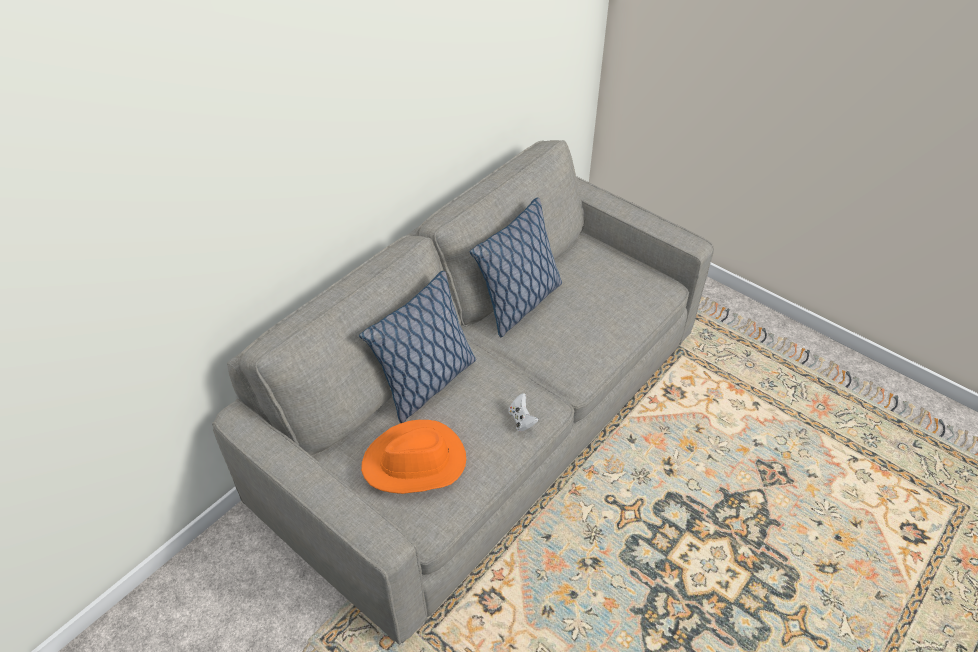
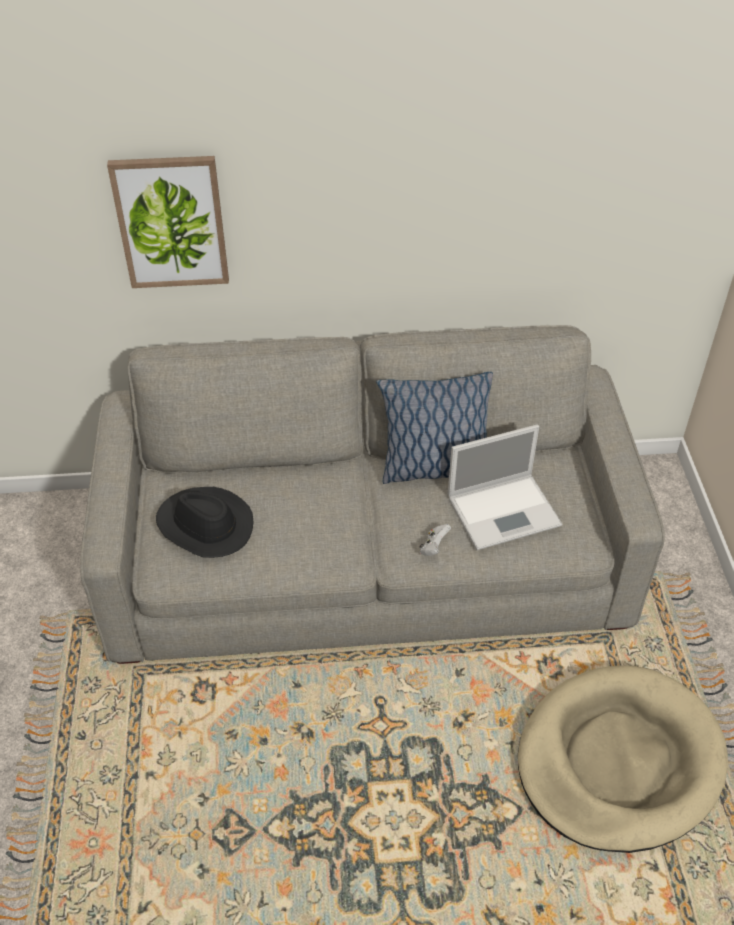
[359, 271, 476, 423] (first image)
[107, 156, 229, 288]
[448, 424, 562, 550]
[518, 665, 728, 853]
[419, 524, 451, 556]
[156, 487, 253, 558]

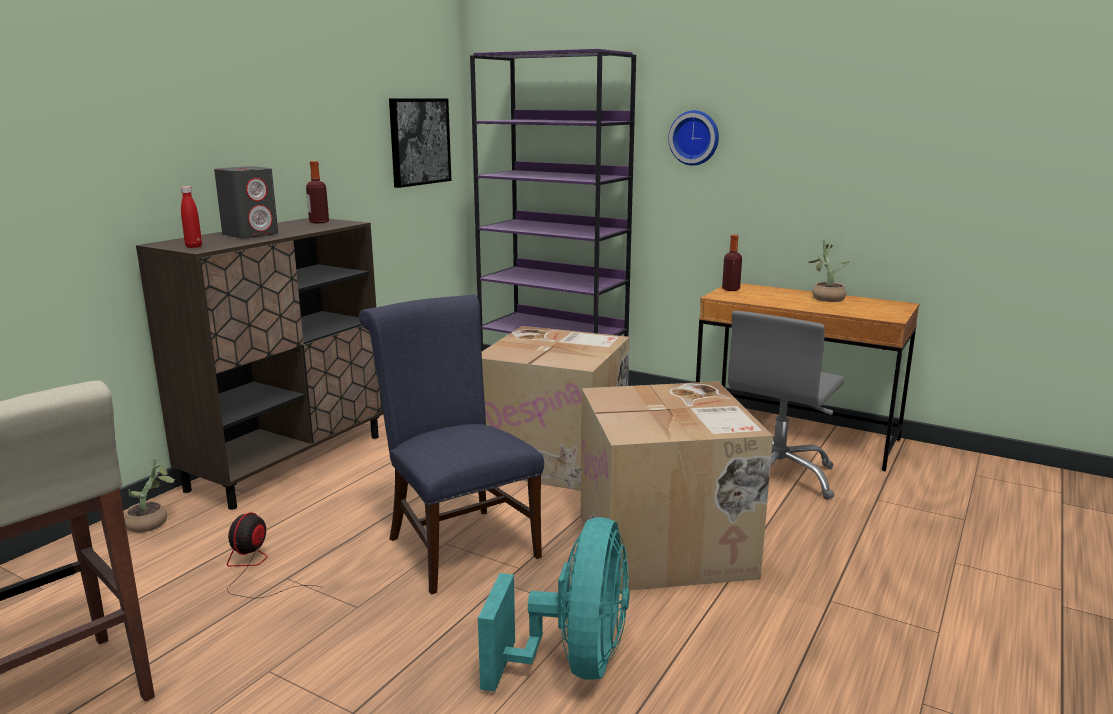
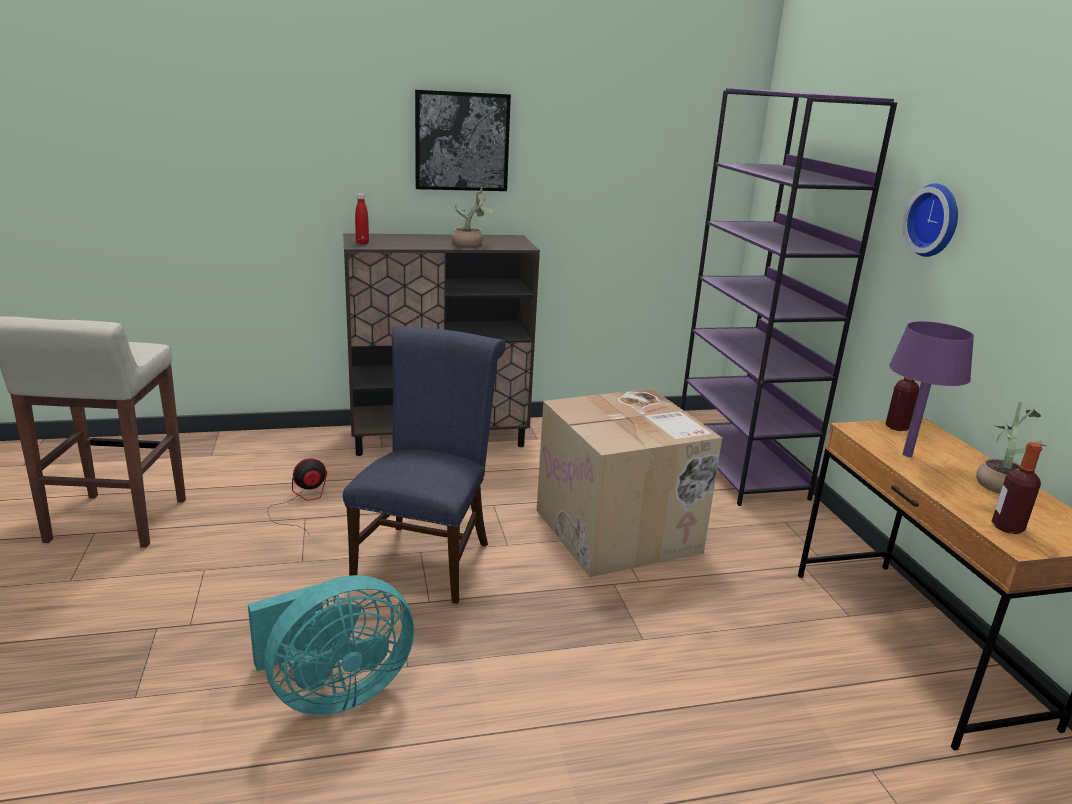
[214, 166, 278, 239] (first image)
[581, 382, 773, 591] (first image)
[728, 311, 844, 500] (first image)
[889, 321, 974, 457]
[452, 187, 495, 246]
[992, 442, 1042, 534]
[415, 90, 511, 191]

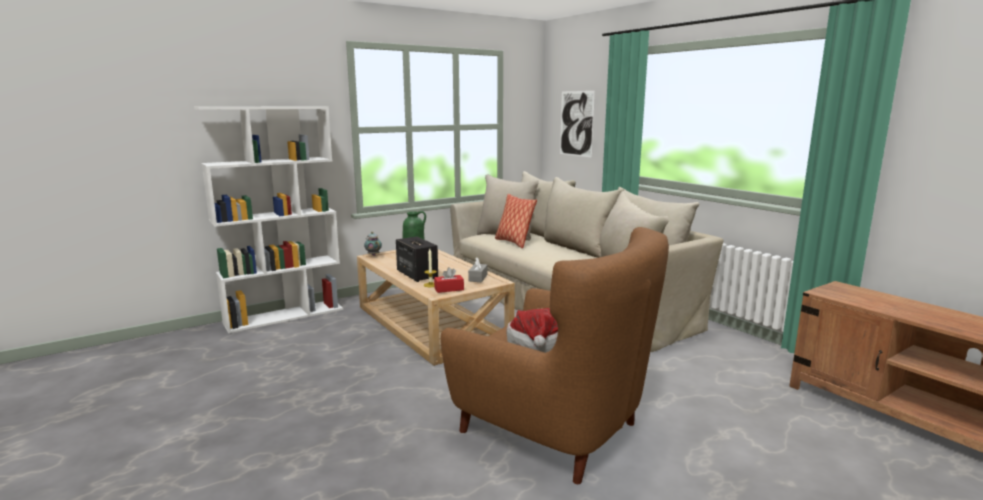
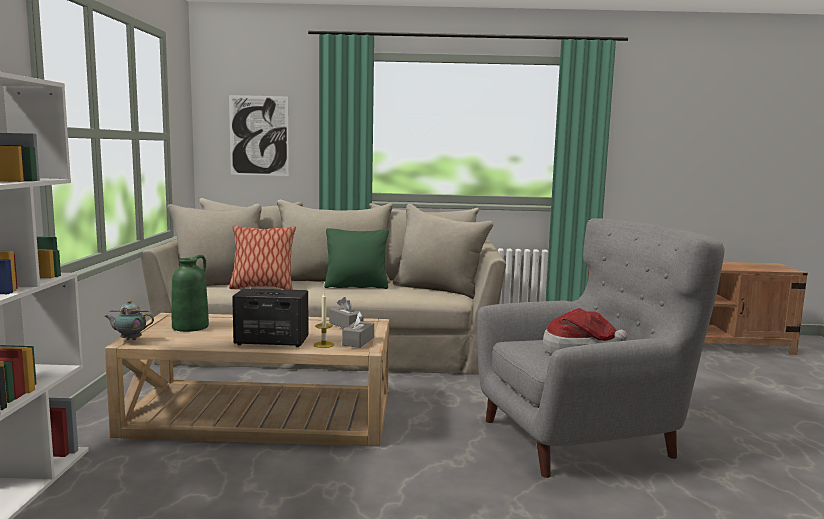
[324, 228, 389, 289]
[342, 311, 374, 348]
[477, 218, 725, 478]

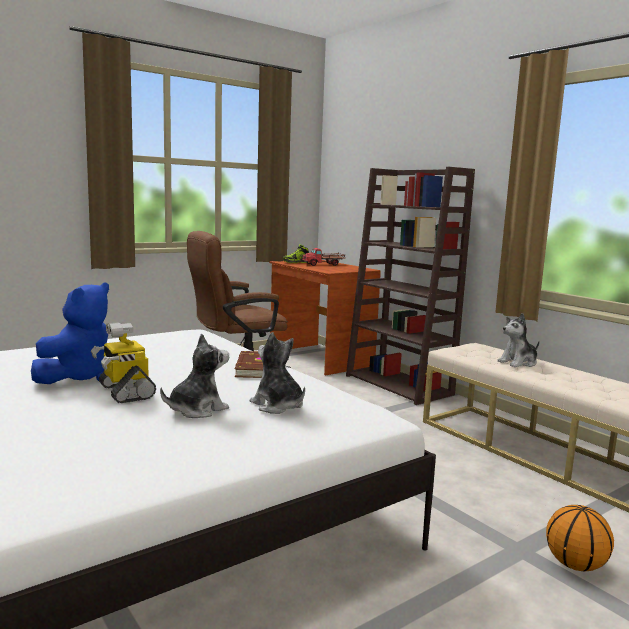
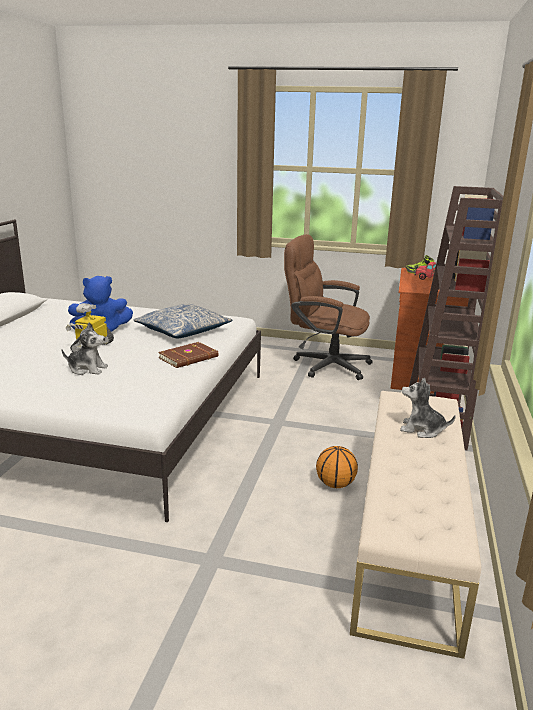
[250, 332, 305, 414] (first image)
[133, 304, 233, 338]
[316, 446, 358, 488]

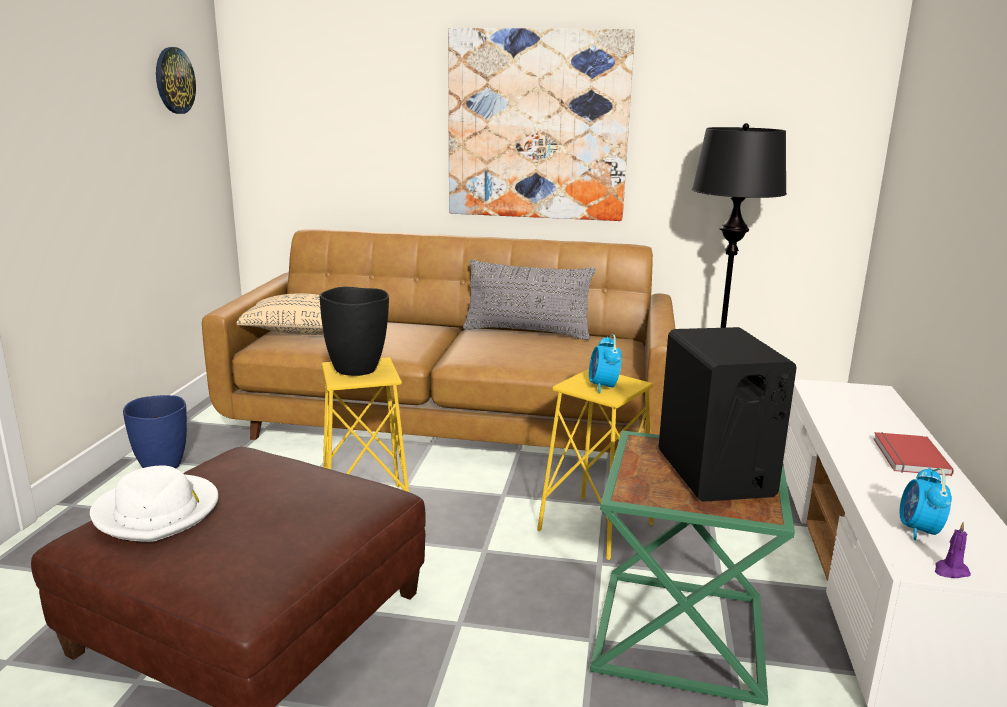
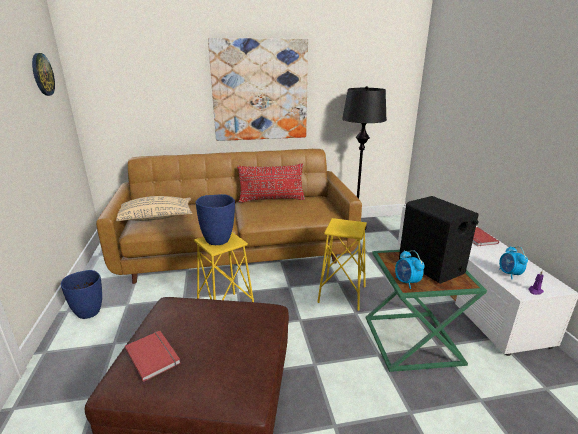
[395, 250, 425, 289]
[125, 331, 180, 382]
[196, 194, 235, 245]
[237, 163, 305, 203]

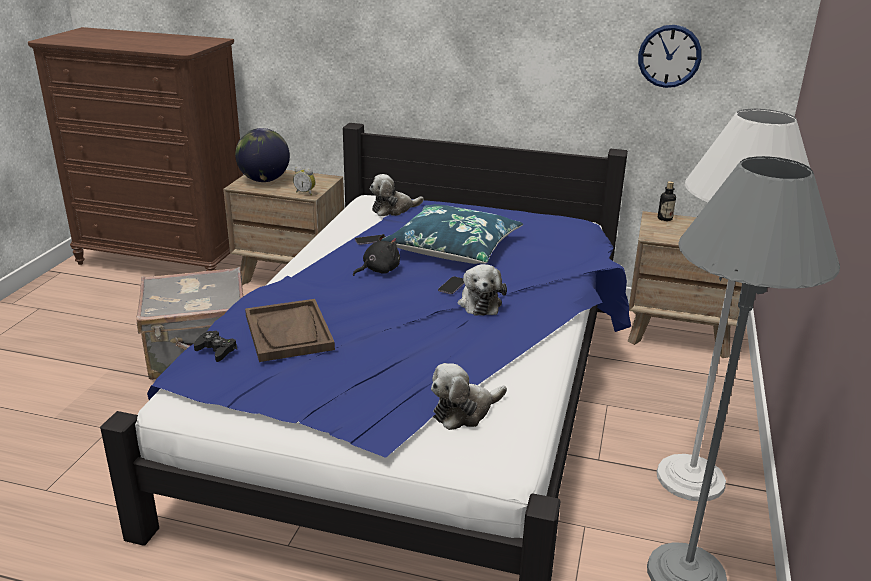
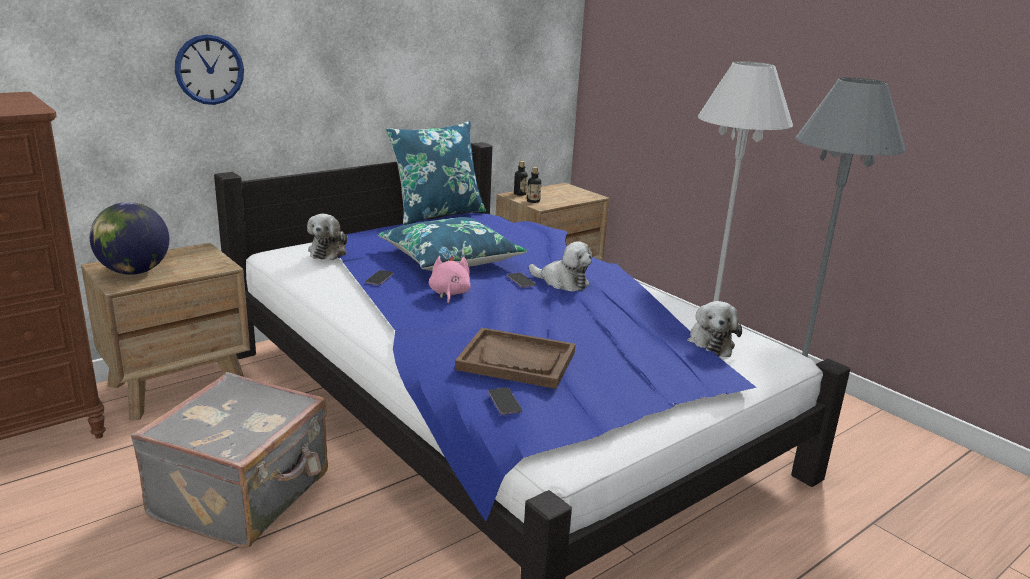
[293, 166, 316, 195] (first image)
[386, 121, 486, 225]
[527, 167, 541, 203]
[175, 34, 244, 105]
[488, 388, 522, 415]
[429, 255, 470, 304]

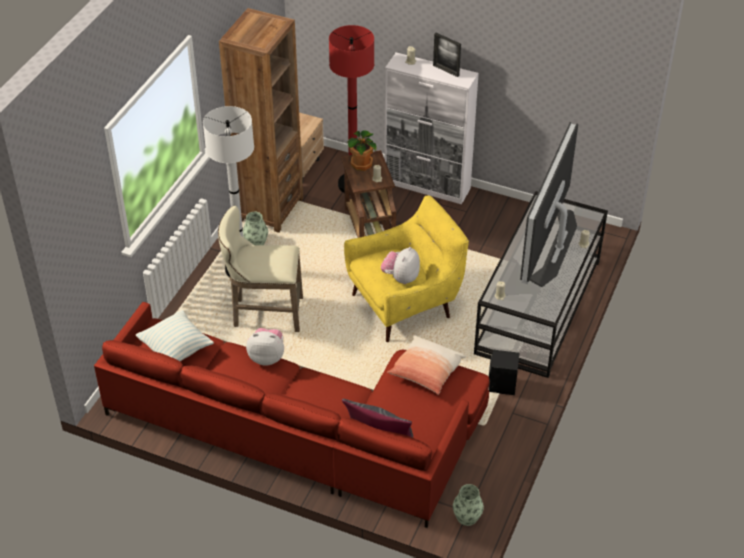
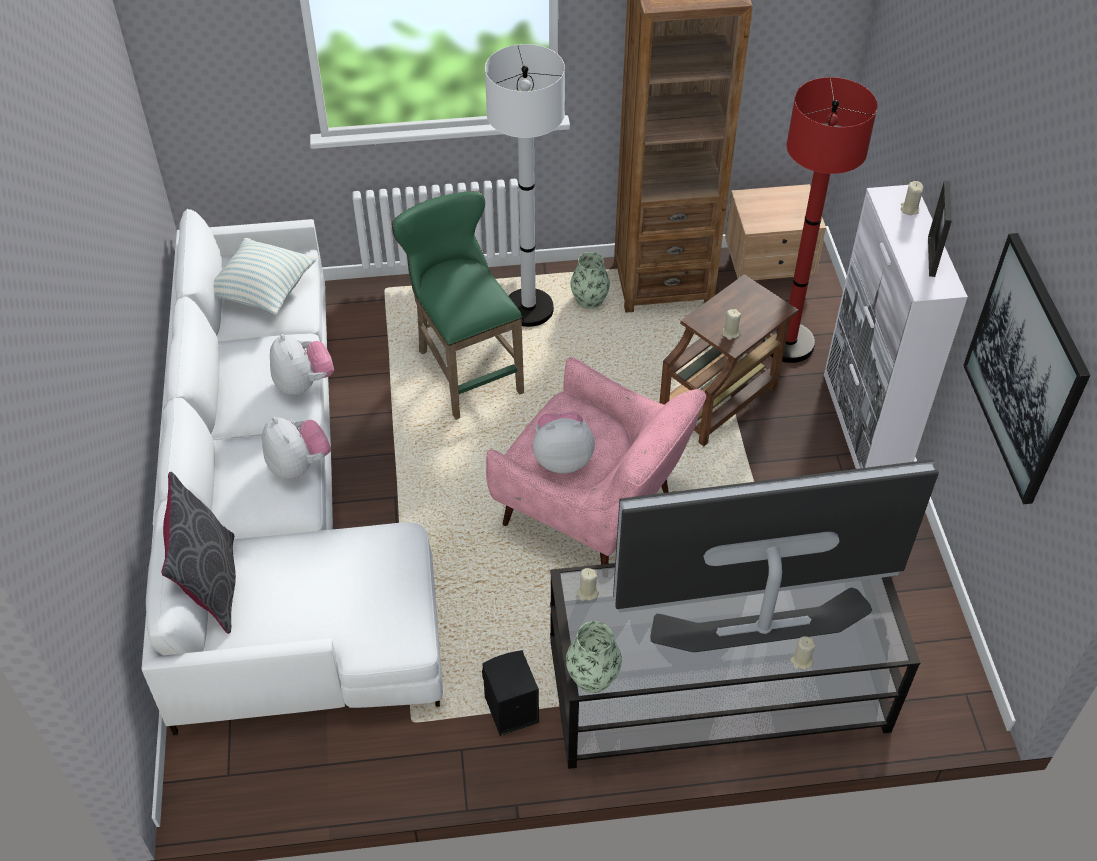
[348, 130, 377, 171] (first image)
[387, 336, 466, 395] (first image)
[262, 417, 331, 479]
[963, 233, 1091, 504]
[566, 621, 622, 693]
[142, 209, 443, 735]
[392, 191, 524, 420]
[486, 357, 706, 564]

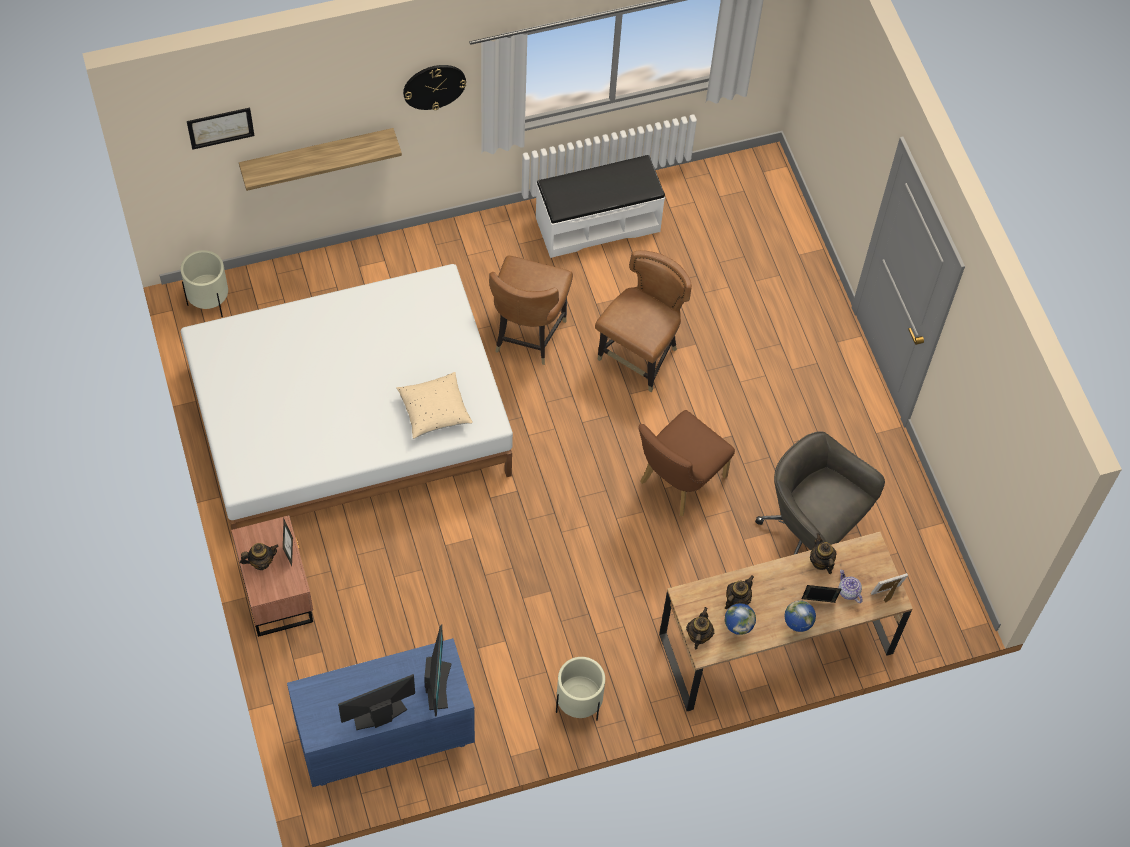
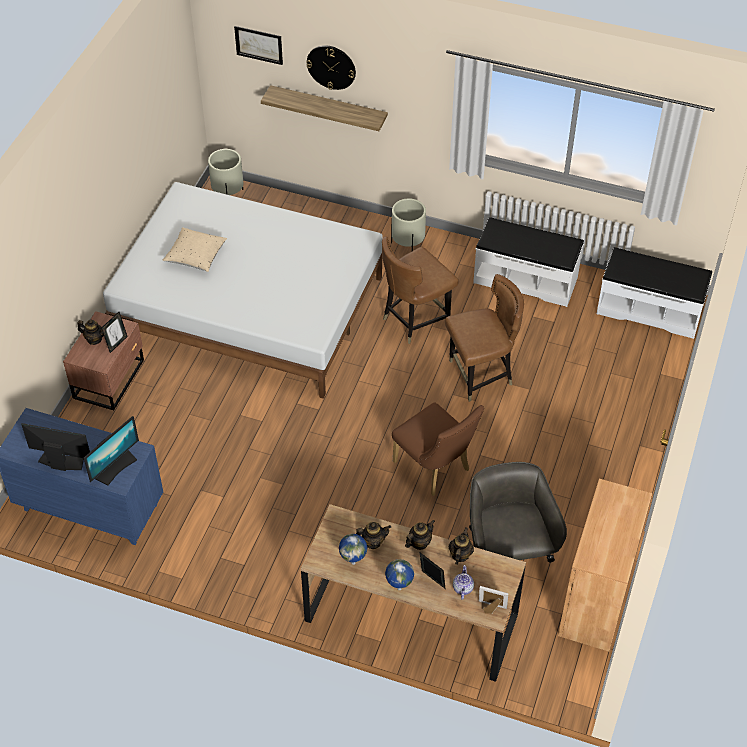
[558, 478, 652, 652]
[597, 247, 712, 339]
[162, 227, 227, 272]
[306, 45, 356, 90]
[391, 198, 426, 251]
[405, 520, 435, 550]
[392, 403, 484, 496]

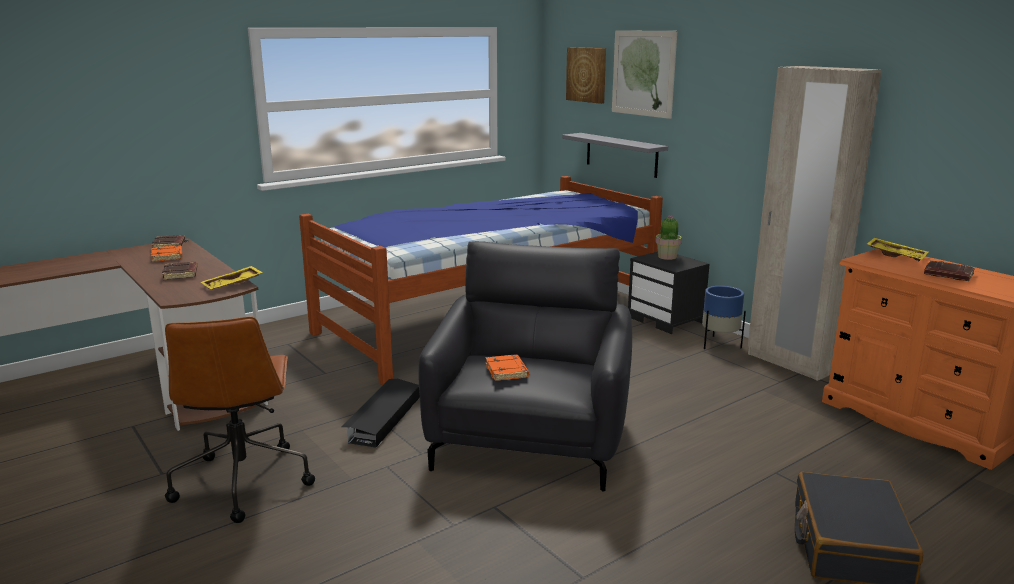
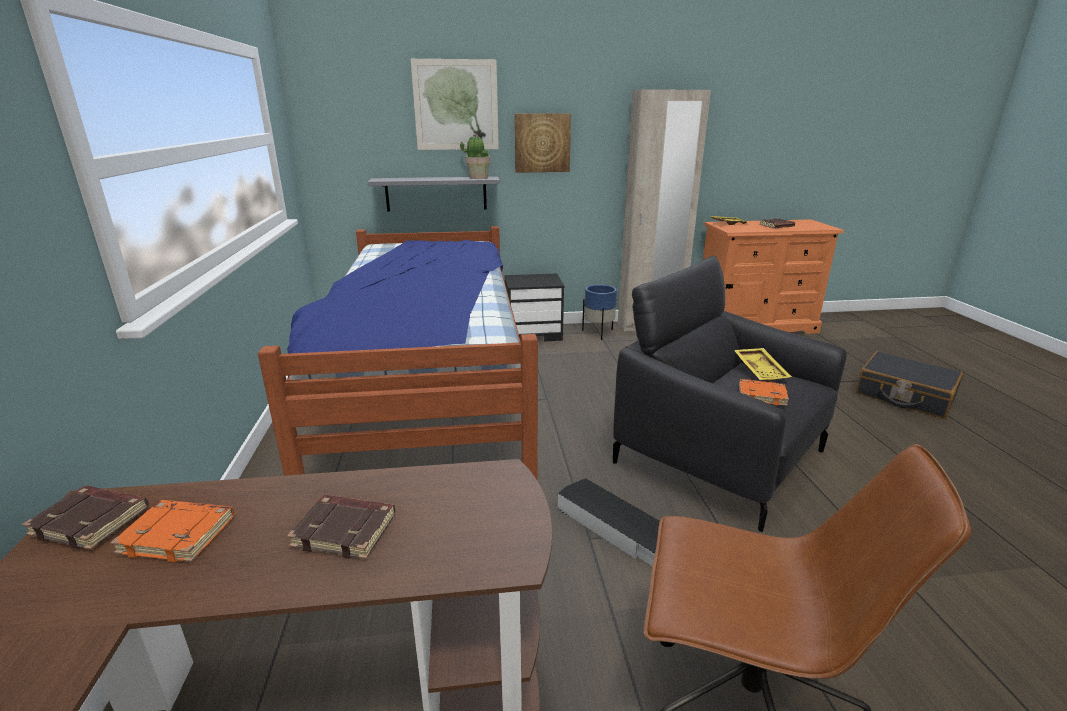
[735, 348, 792, 382]
[515, 113, 571, 173]
[460, 134, 491, 179]

